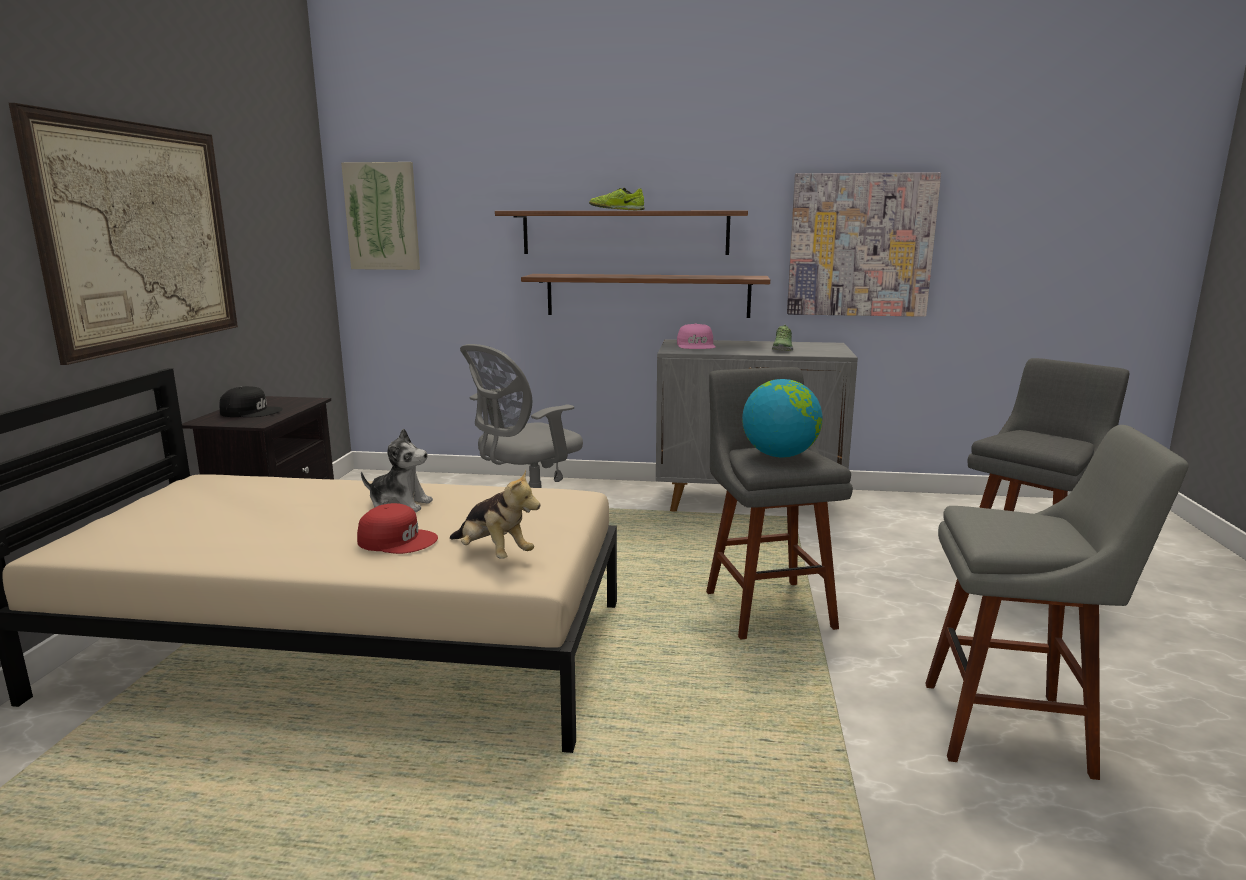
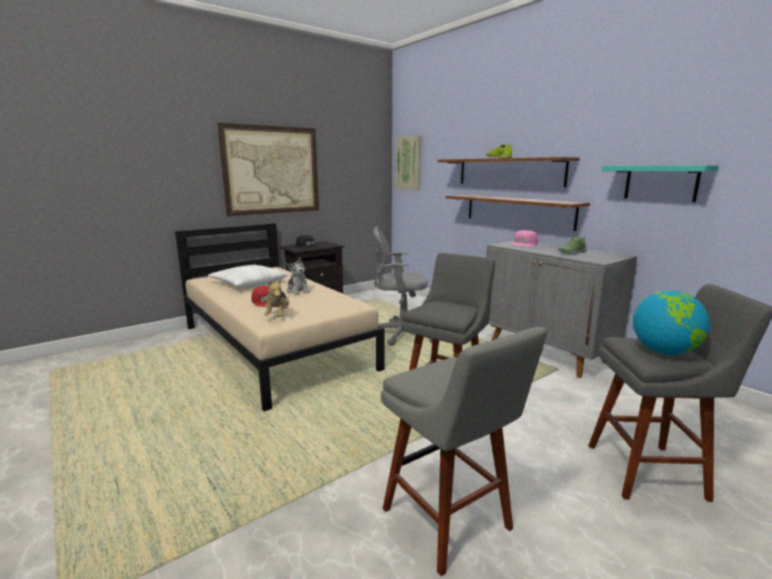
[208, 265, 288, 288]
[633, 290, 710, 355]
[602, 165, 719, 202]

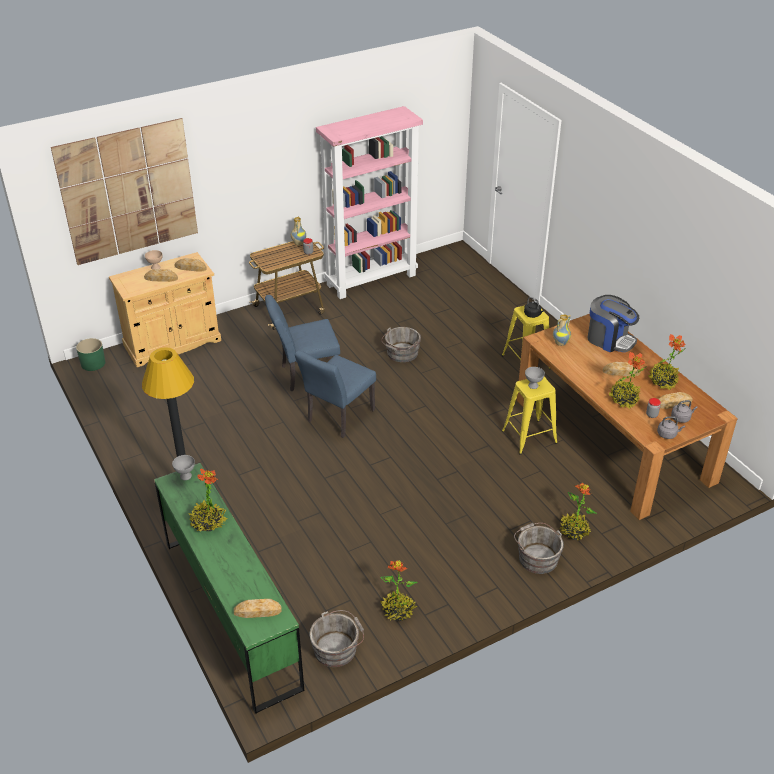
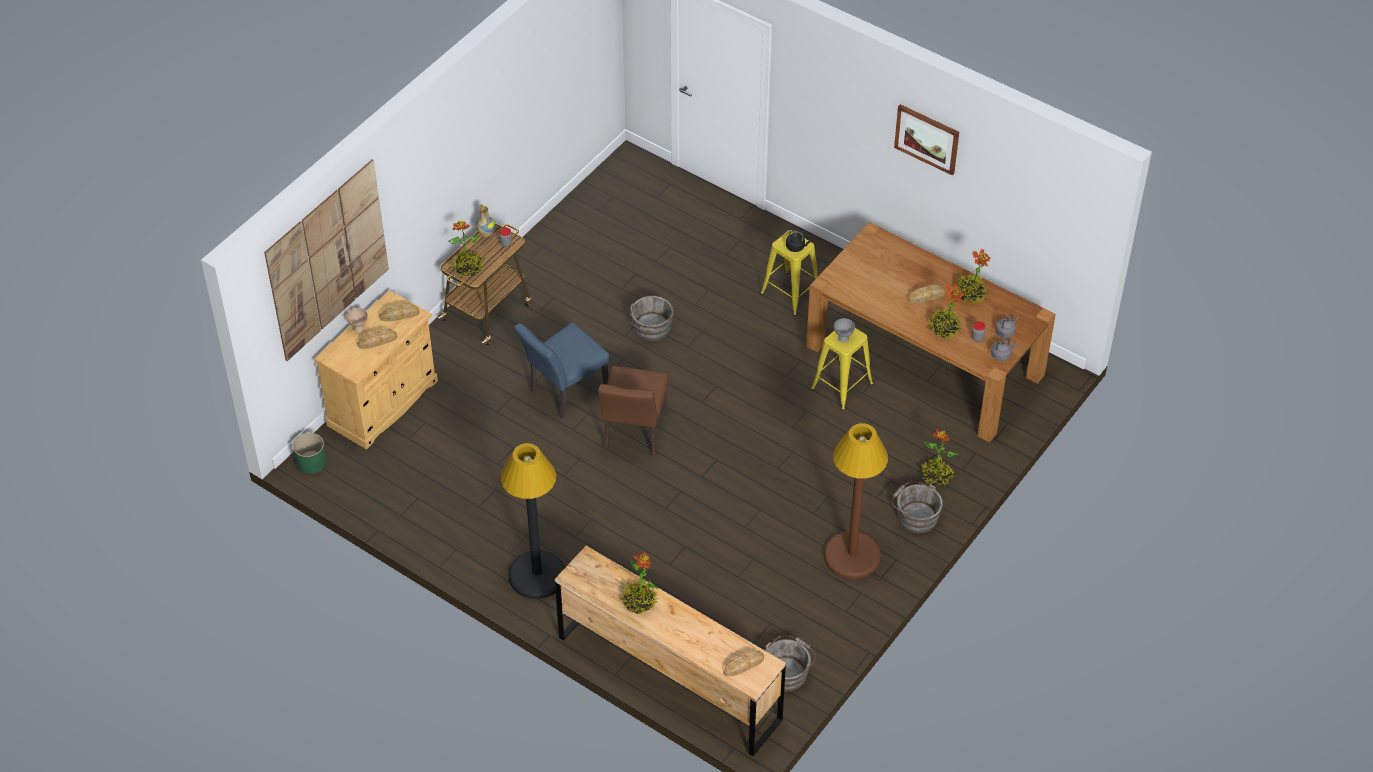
[172, 455, 195, 480] (first image)
[316, 106, 423, 299] (first image)
[553, 314, 571, 346] (first image)
[588, 295, 639, 352] (first image)
[659, 392, 693, 409] (first image)
[824, 423, 888, 579]
[894, 104, 959, 175]
[448, 221, 485, 277]
[555, 546, 786, 756]
[598, 366, 669, 456]

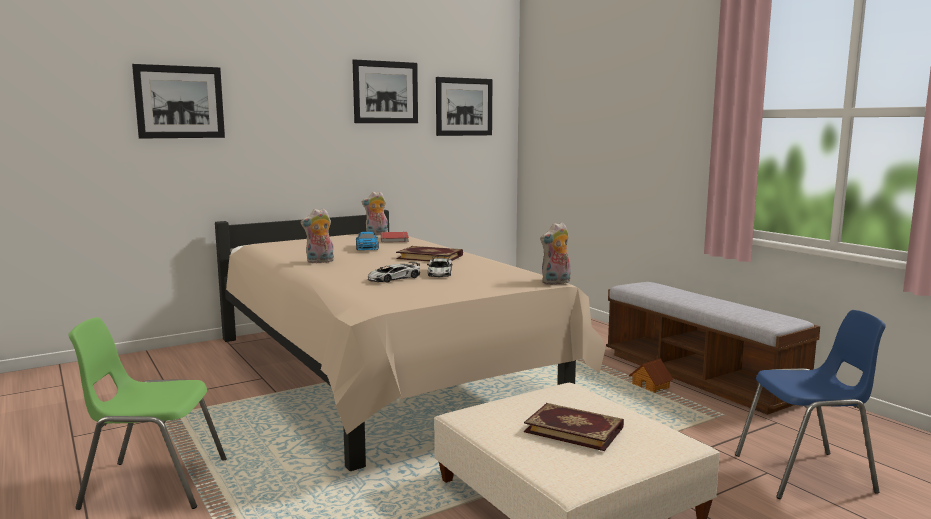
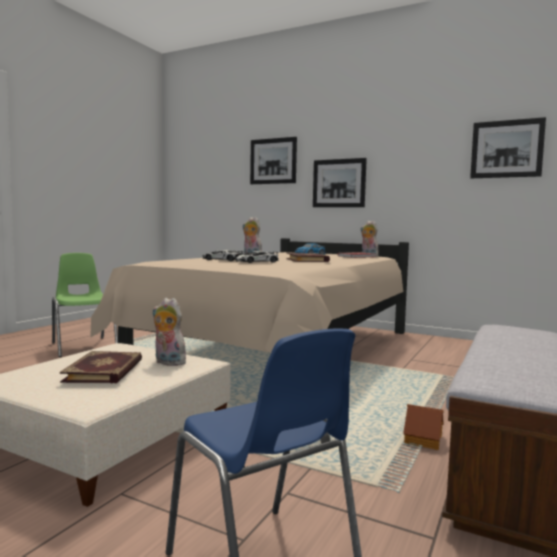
[313, 158, 367, 207]
[153, 298, 186, 366]

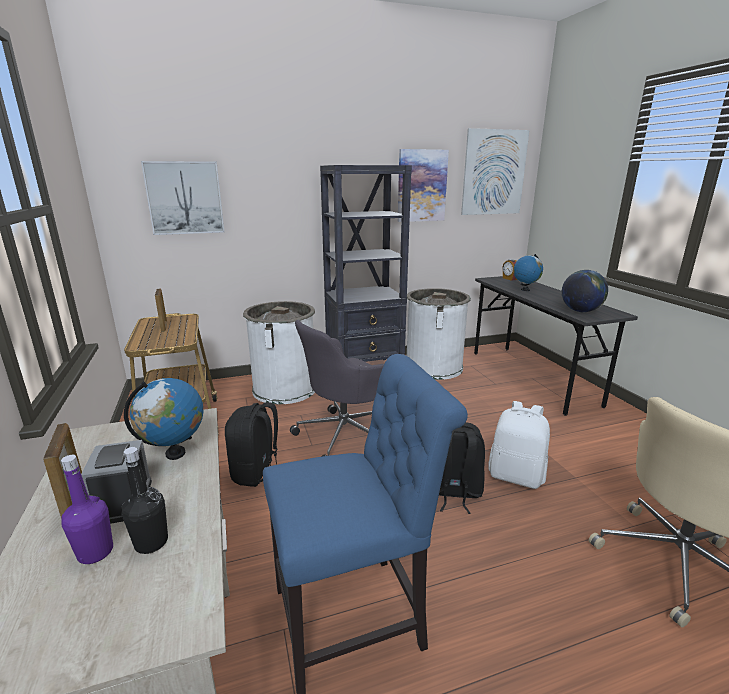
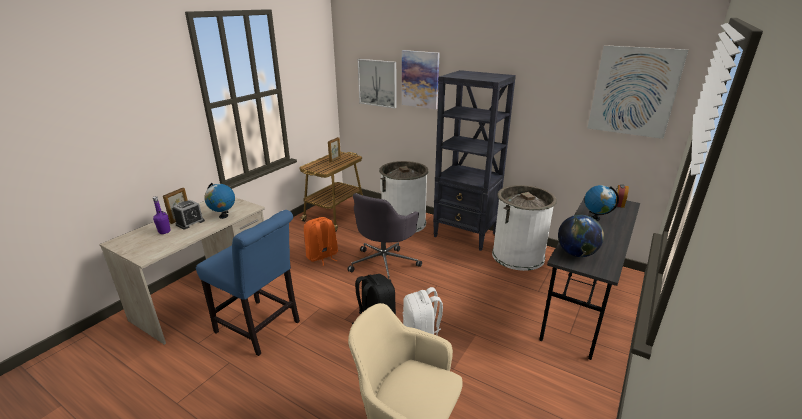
[122, 447, 168, 554] (first image)
[402, 50, 440, 109]
[304, 217, 338, 266]
[347, 193, 422, 282]

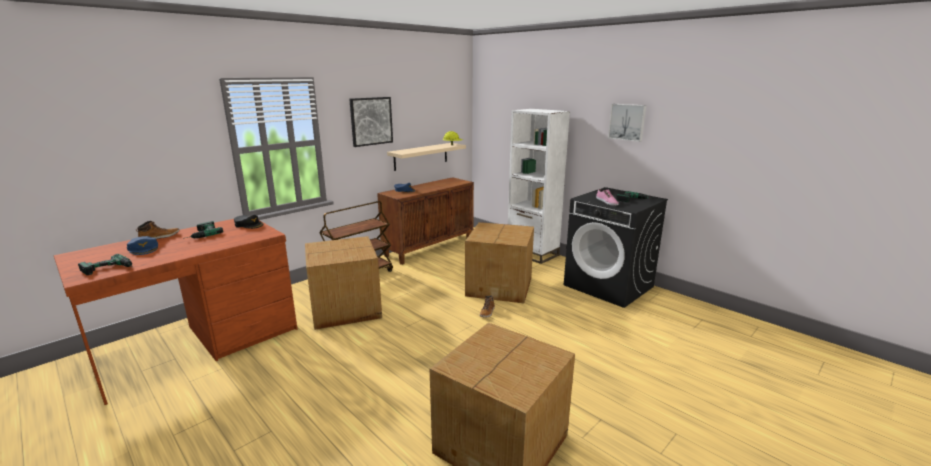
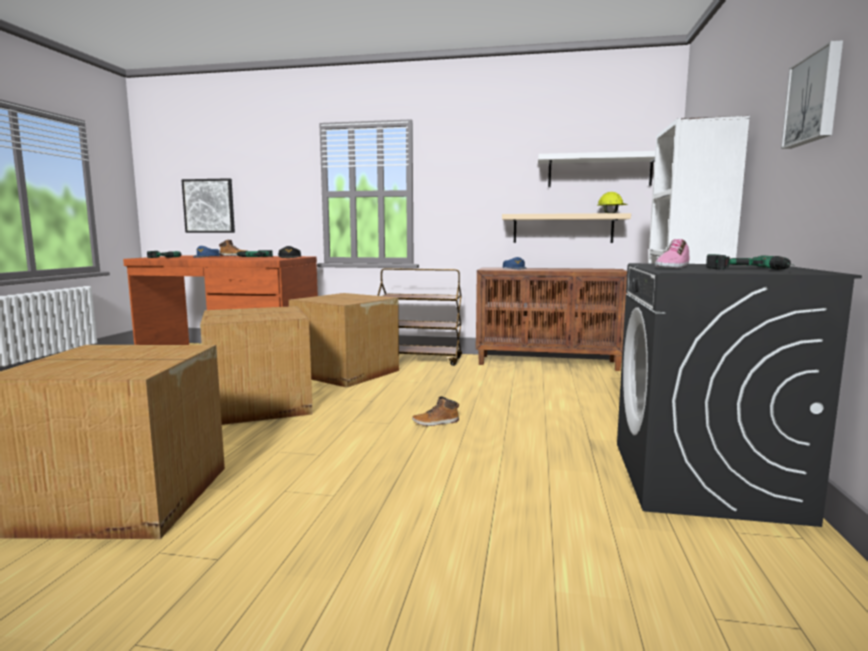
[538, 151, 655, 187]
[181, 178, 235, 233]
[200, 306, 313, 425]

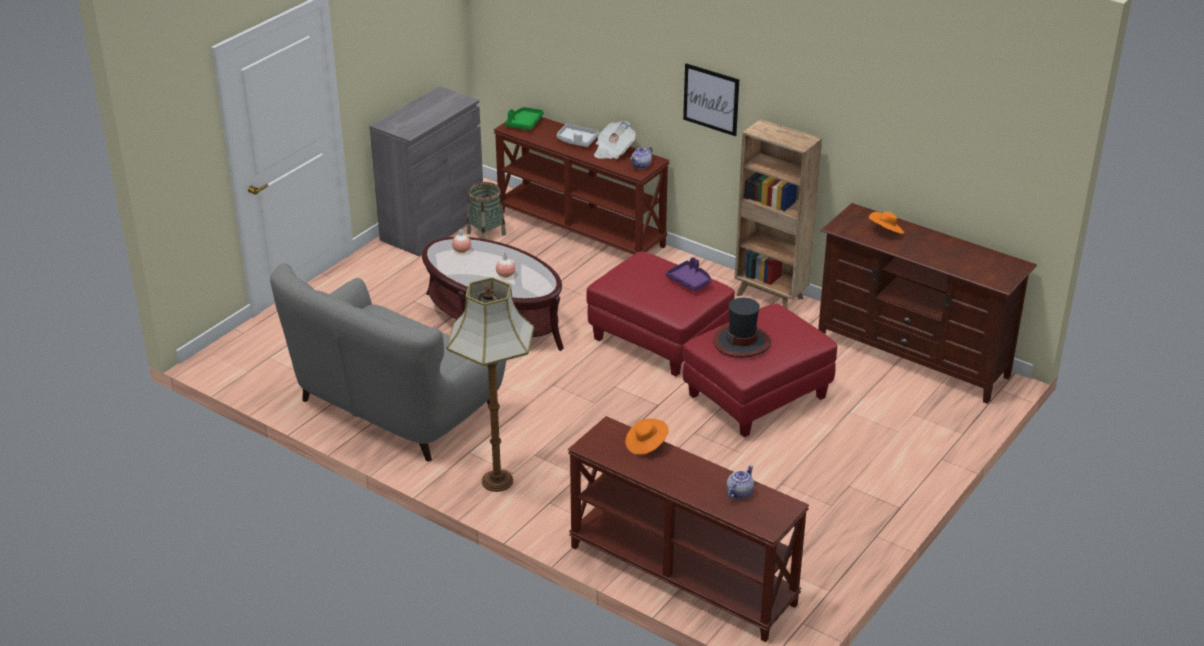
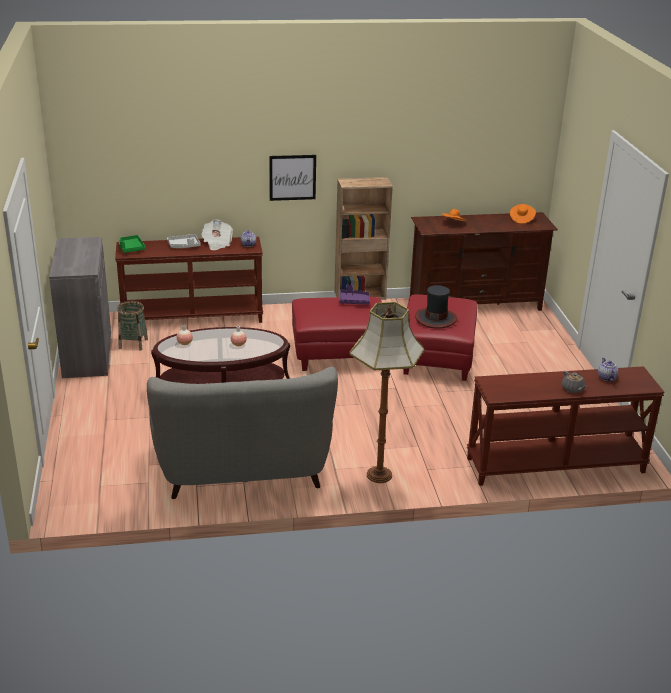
[562, 371, 587, 393]
[510, 204, 536, 224]

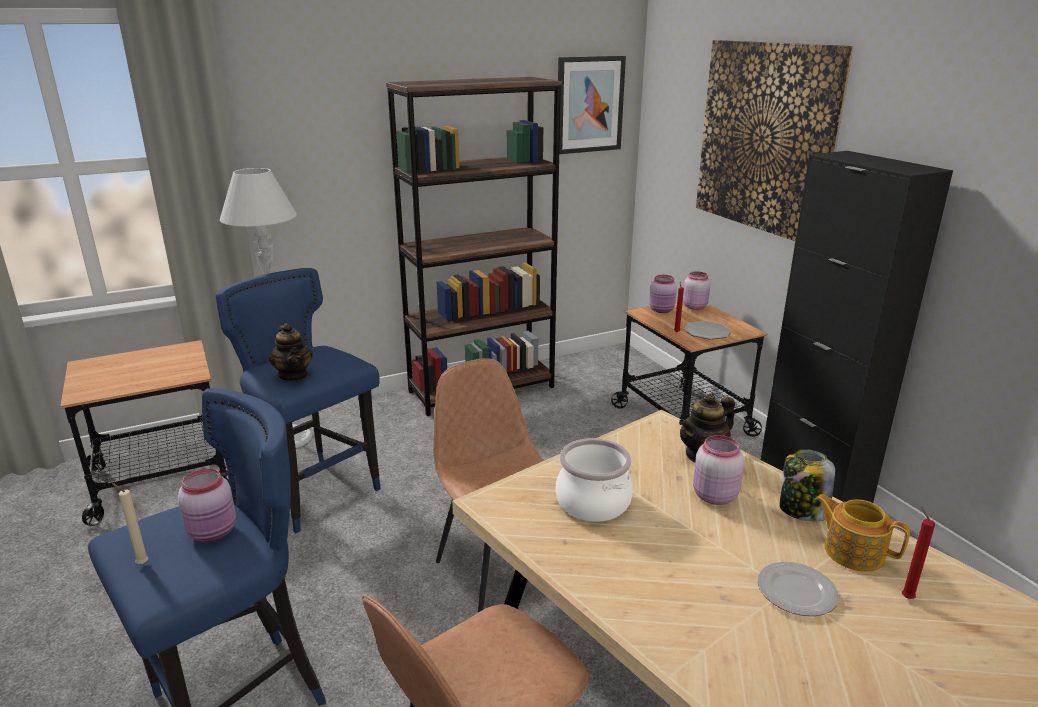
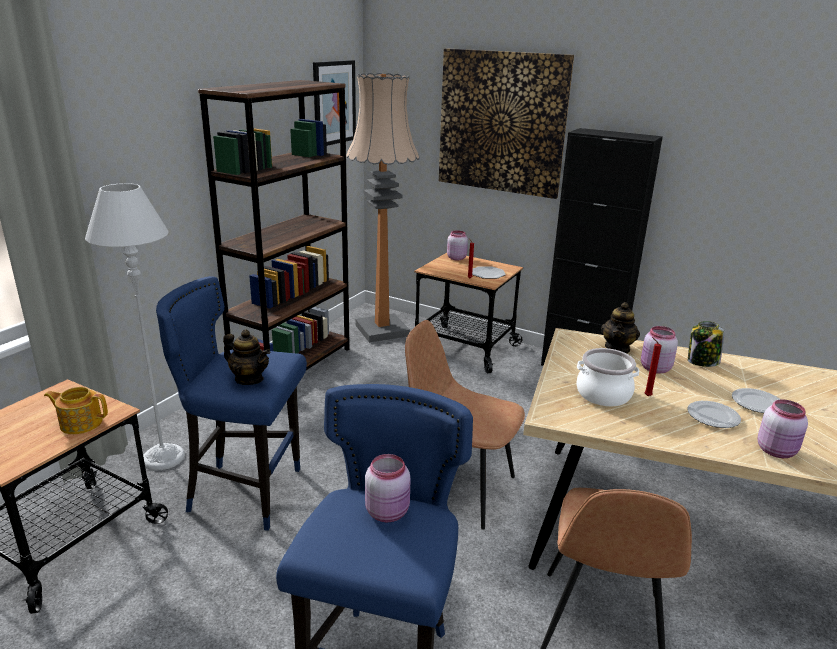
[112, 483, 149, 564] (first image)
[346, 73, 419, 343]
[687, 401, 741, 428]
[758, 399, 808, 458]
[44, 387, 108, 434]
[644, 337, 661, 396]

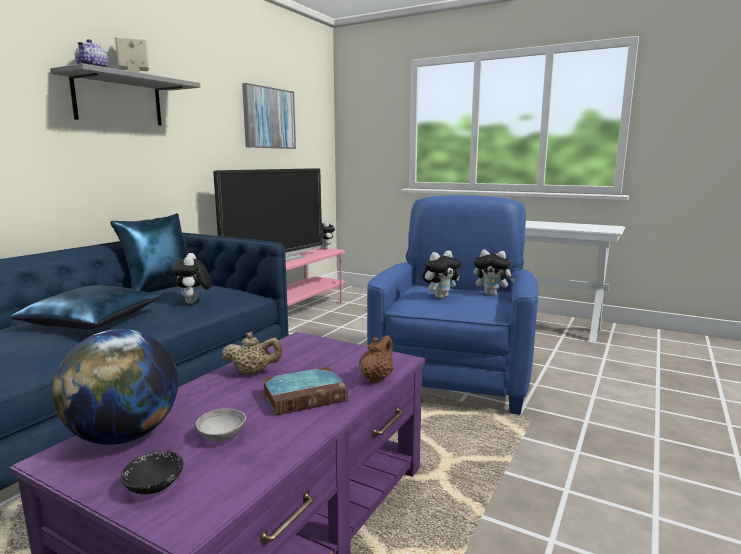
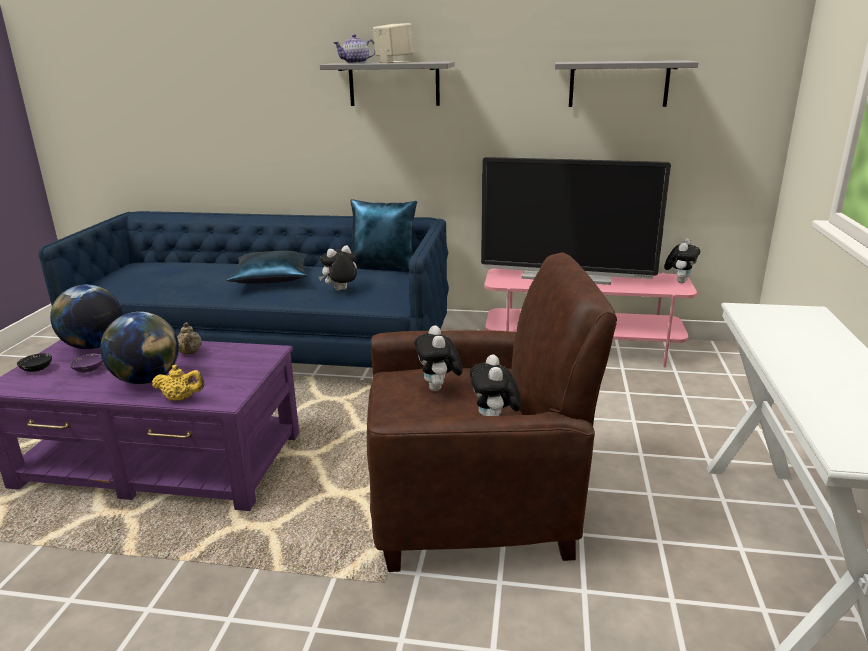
[555, 60, 699, 107]
[100, 312, 179, 384]
[69, 354, 103, 373]
[152, 365, 204, 401]
[367, 253, 617, 572]
[414, 325, 463, 391]

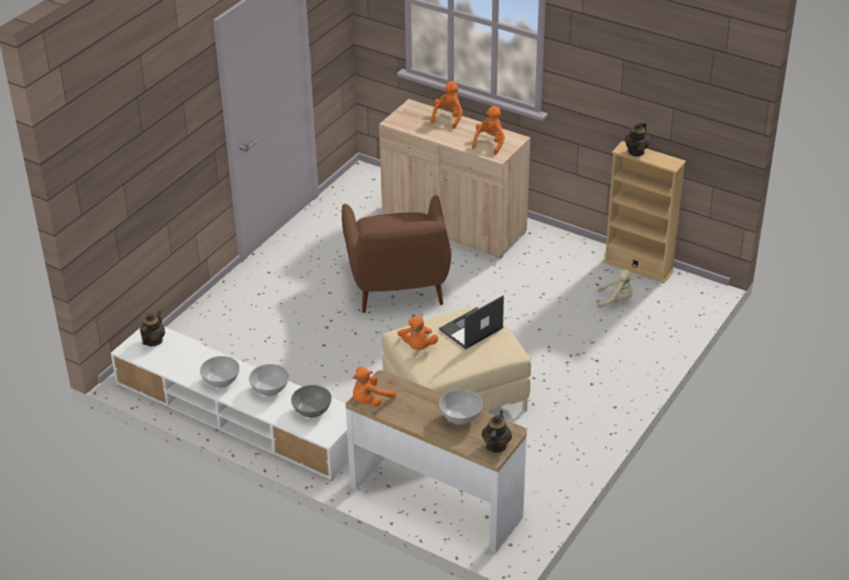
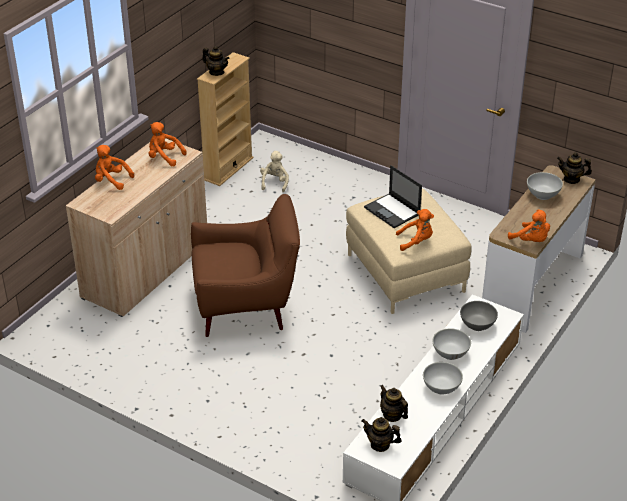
[380, 385, 408, 422]

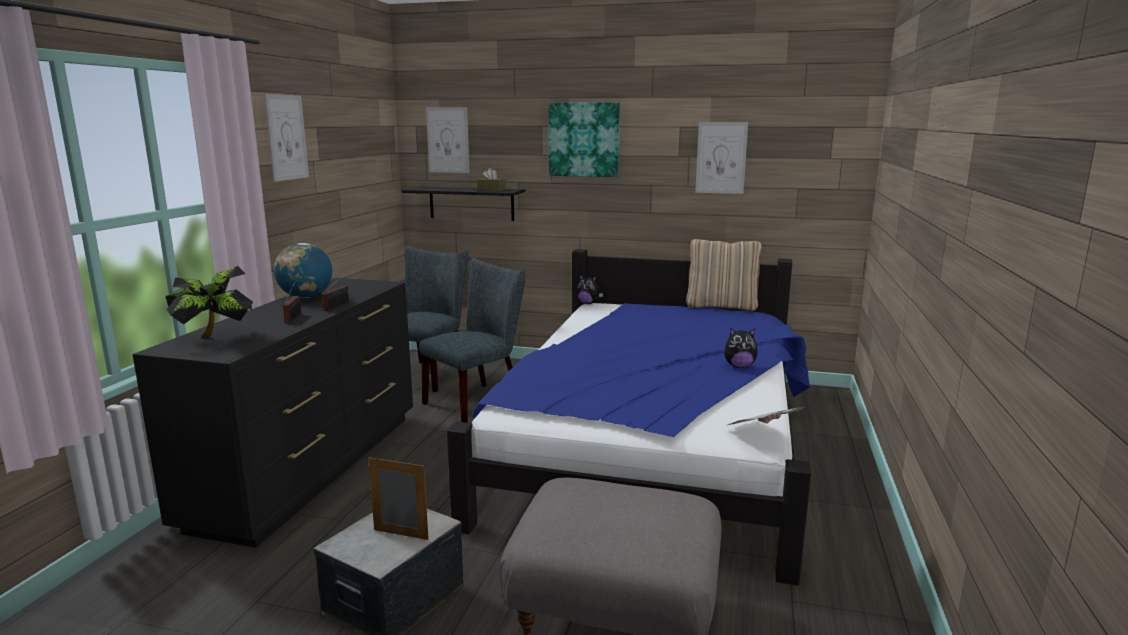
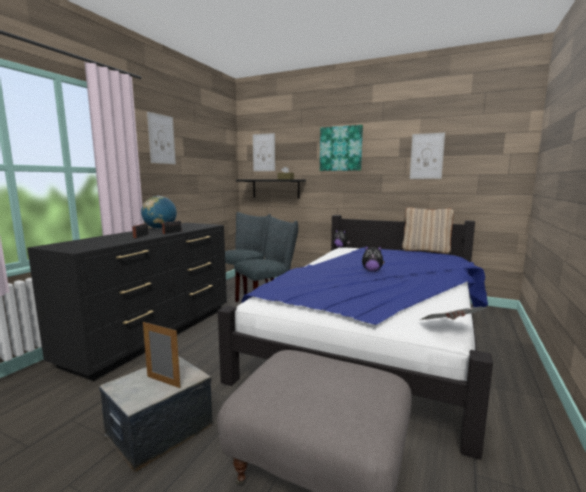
[165, 266, 253, 339] (first image)
[362, 245, 385, 271]

